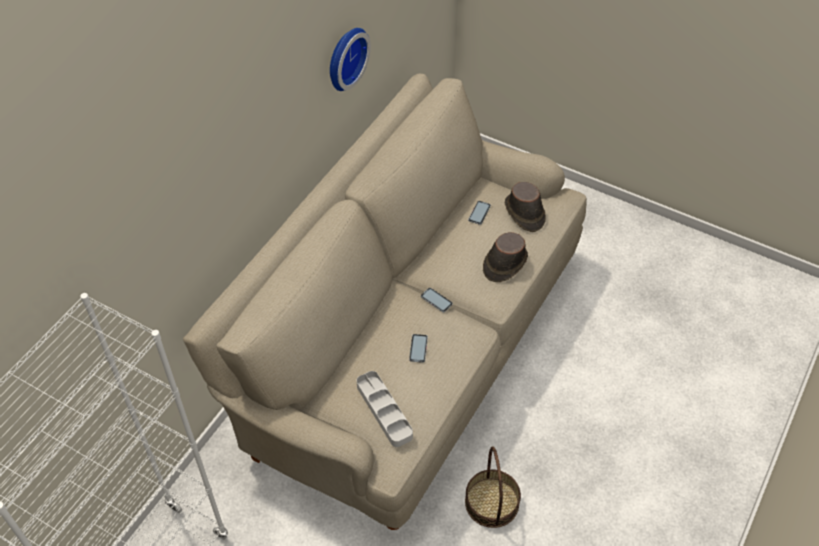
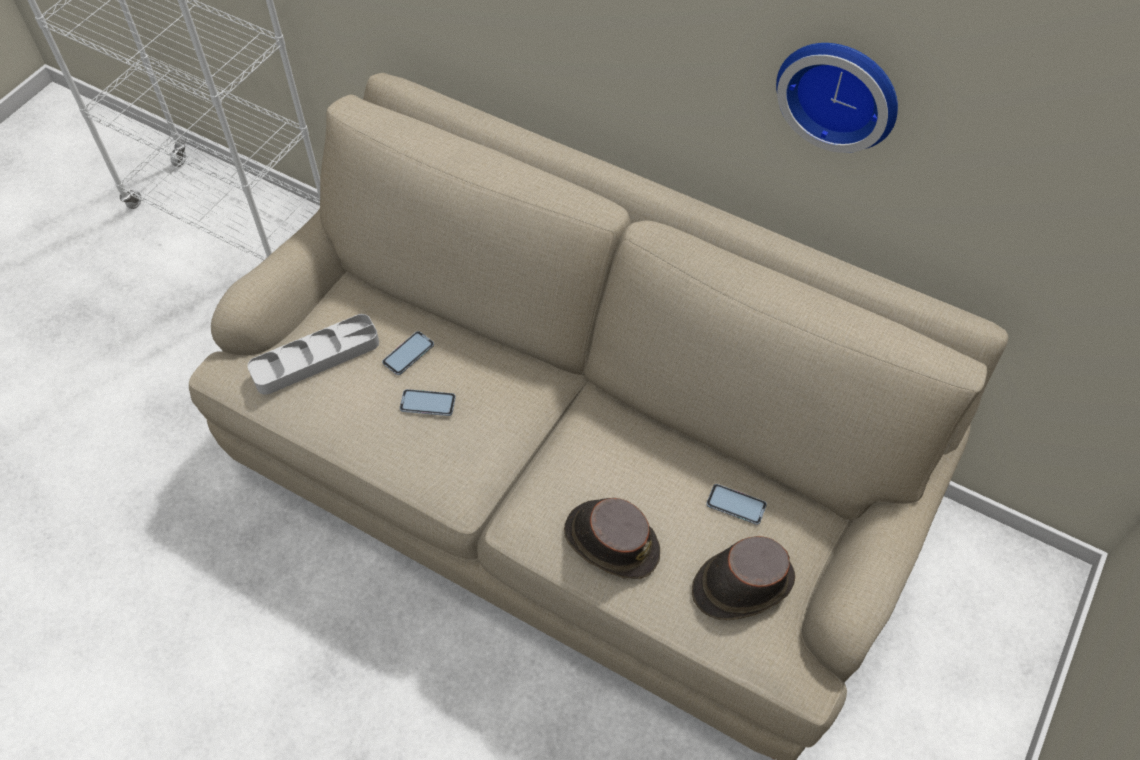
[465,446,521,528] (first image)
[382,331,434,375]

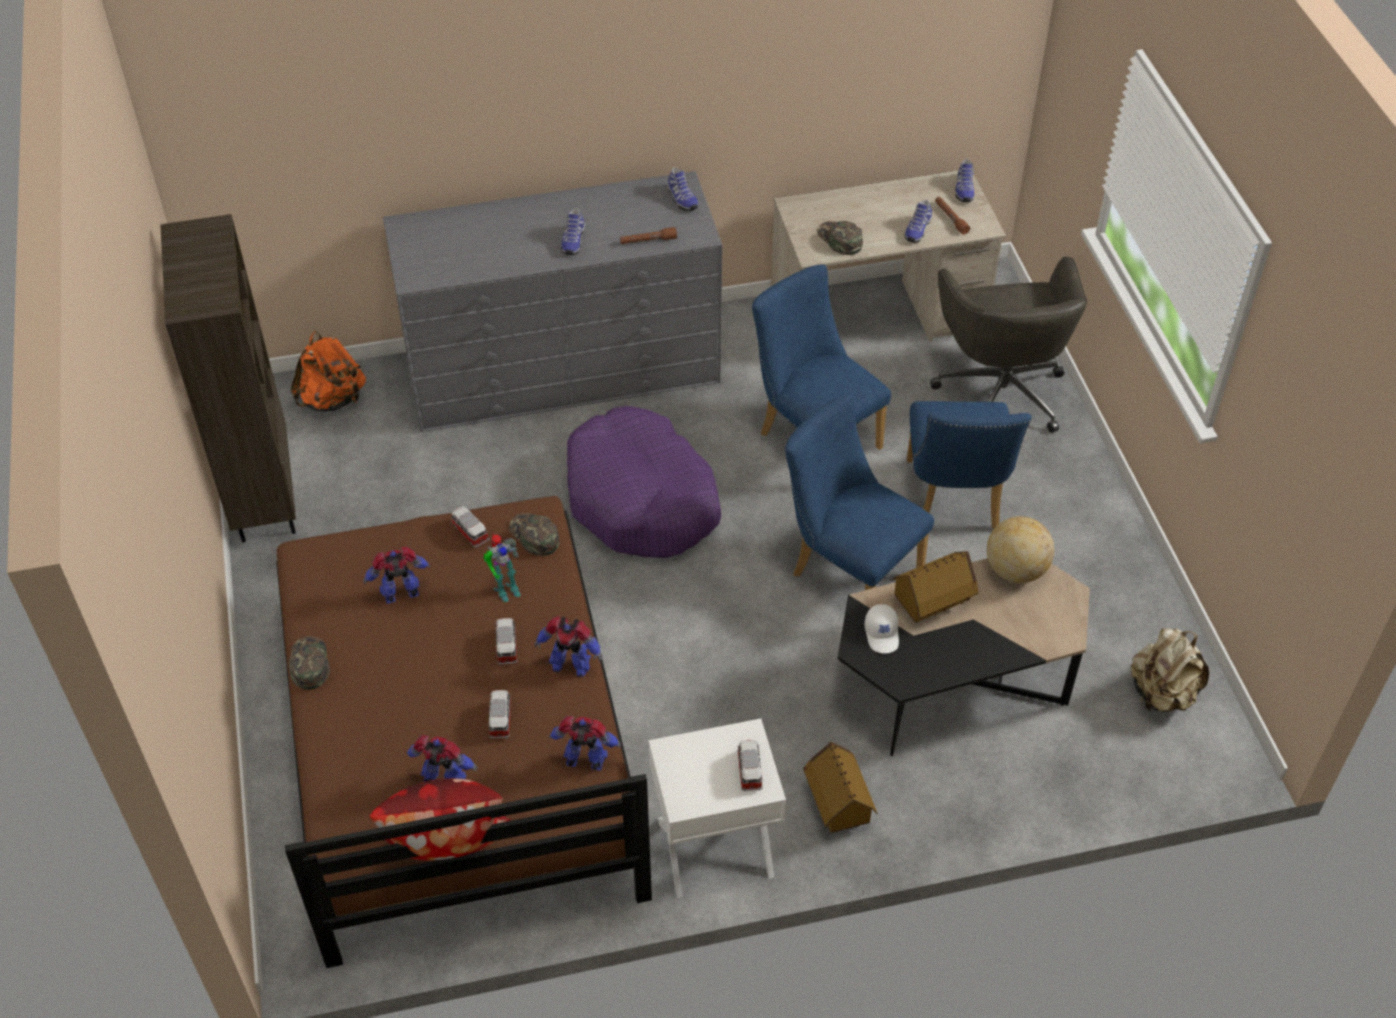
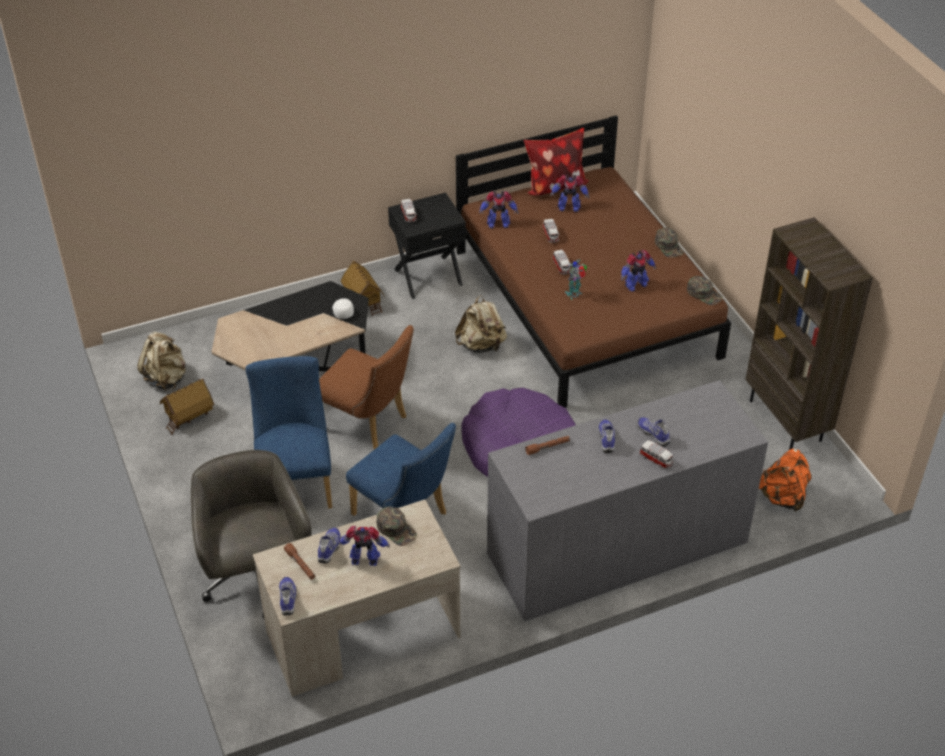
[987,516,1054,583] (first image)
[455,295,507,353]
[639,440,673,469]
[687,276,723,305]
[339,526,390,566]
[638,417,670,447]
[160,379,214,435]
[388,192,466,299]
[319,325,414,450]

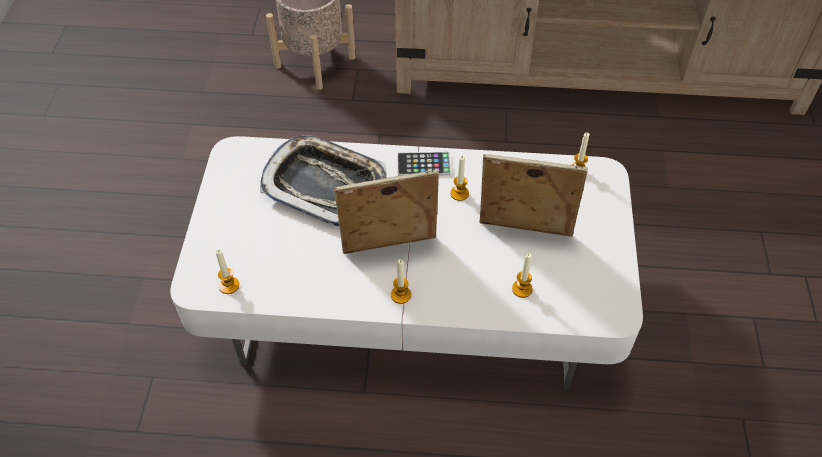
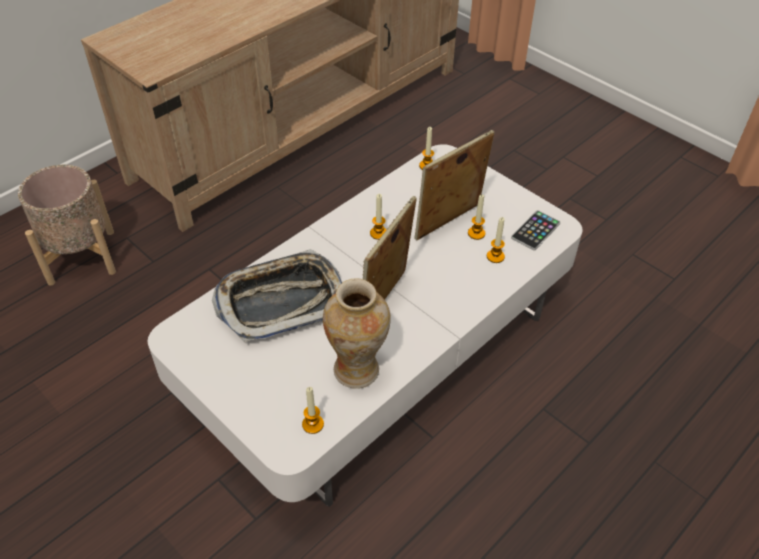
[323,278,391,389]
[468,195,485,240]
[511,210,561,251]

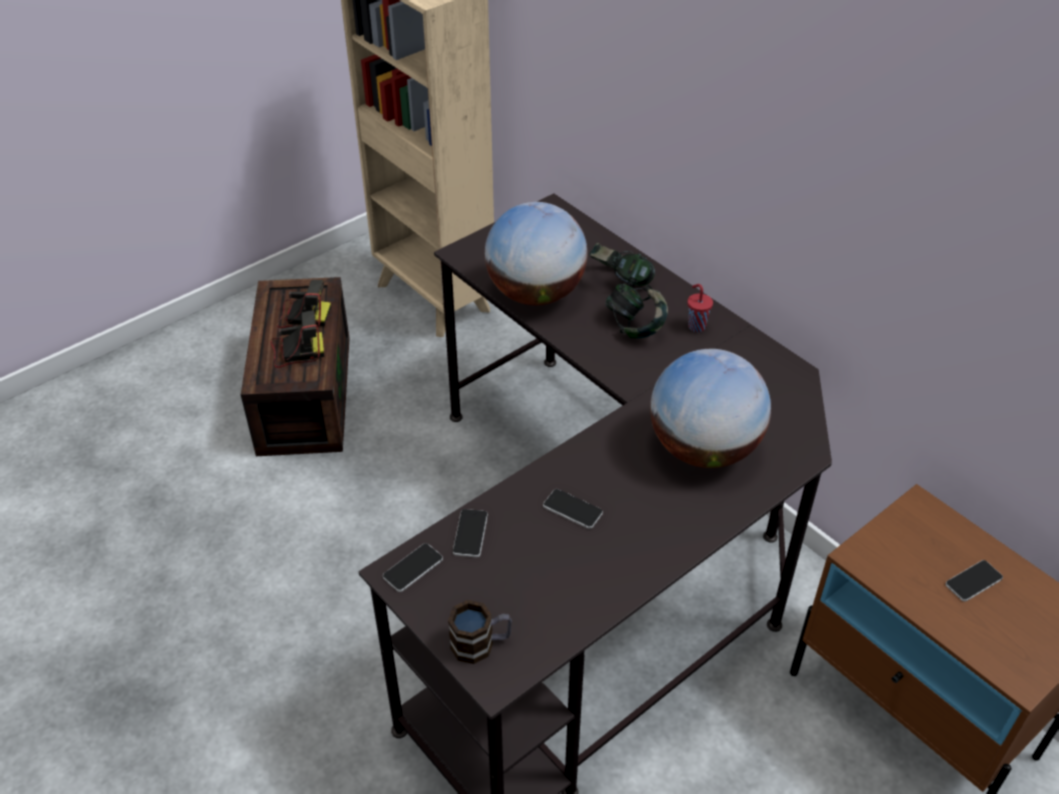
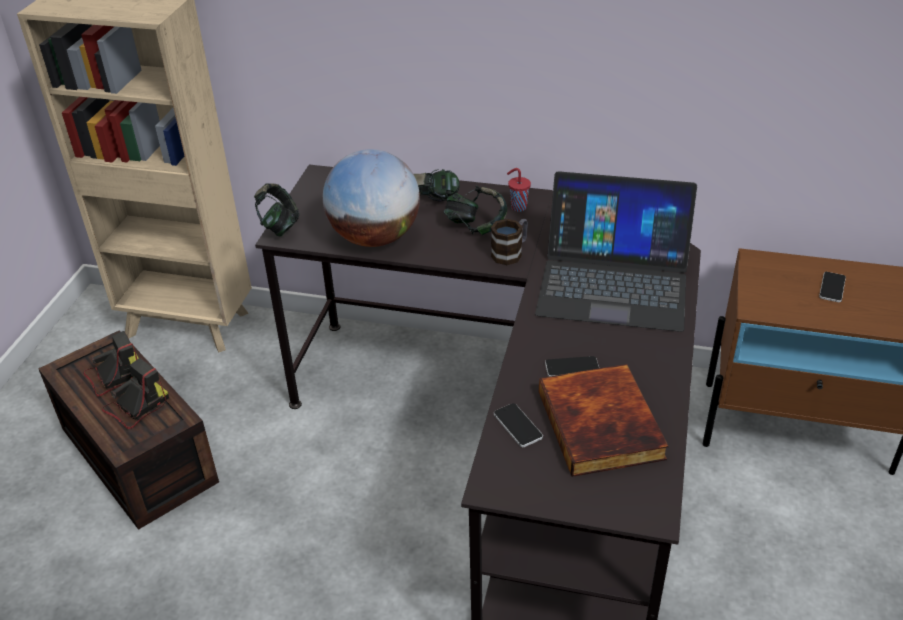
[383,543,443,592] (first image)
[254,183,299,236]
[539,364,669,477]
[491,219,528,265]
[535,171,697,332]

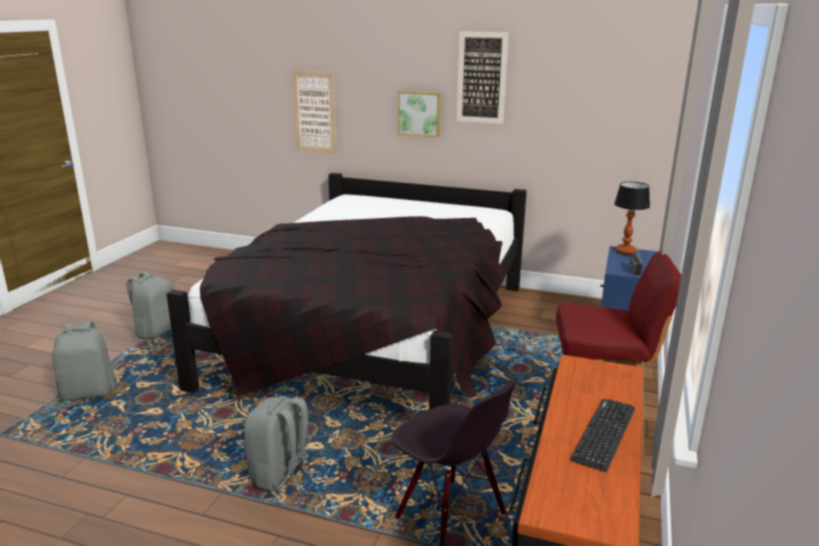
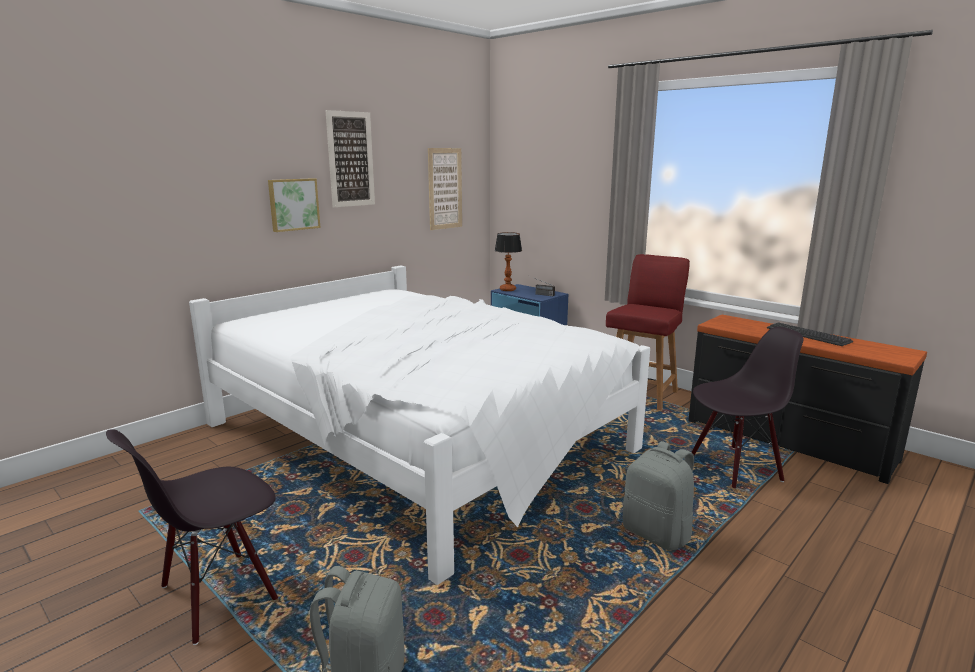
[428,148,462,230]
[106,429,278,645]
[189,265,650,585]

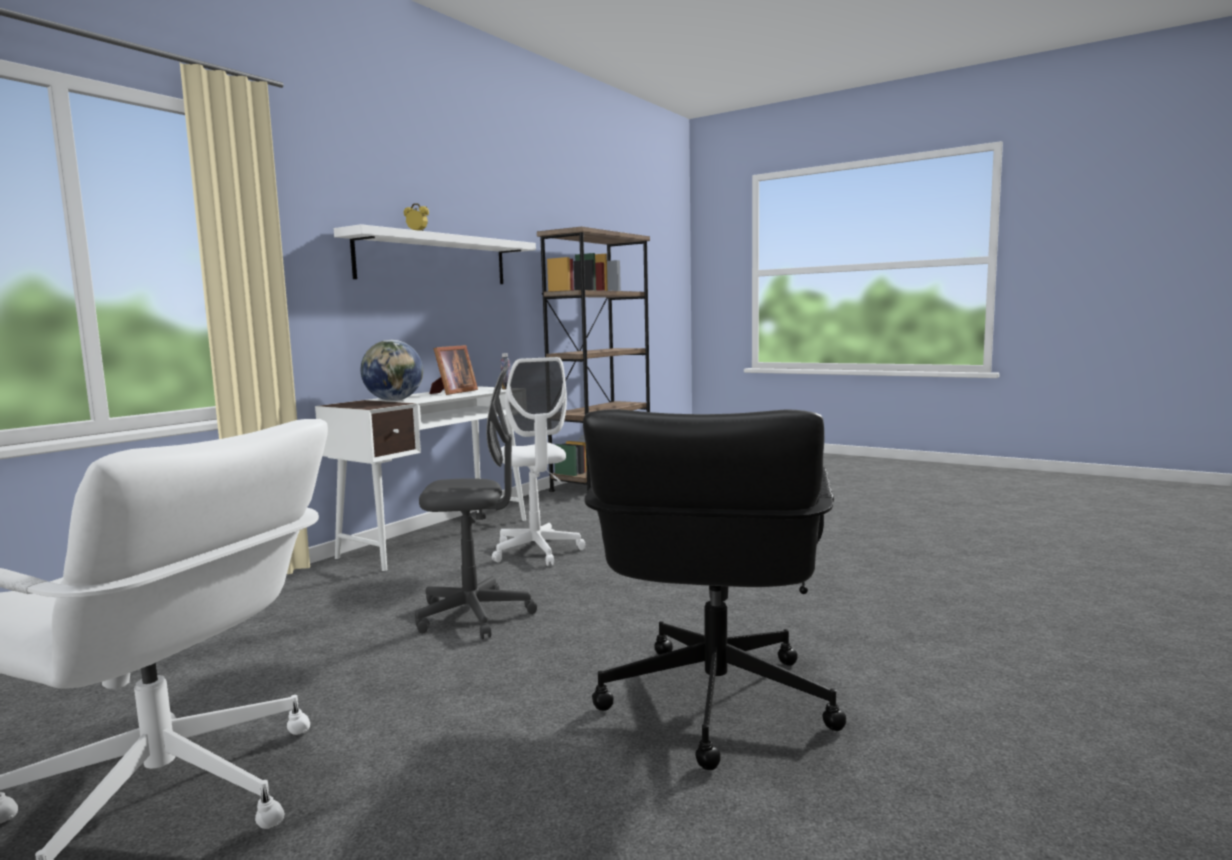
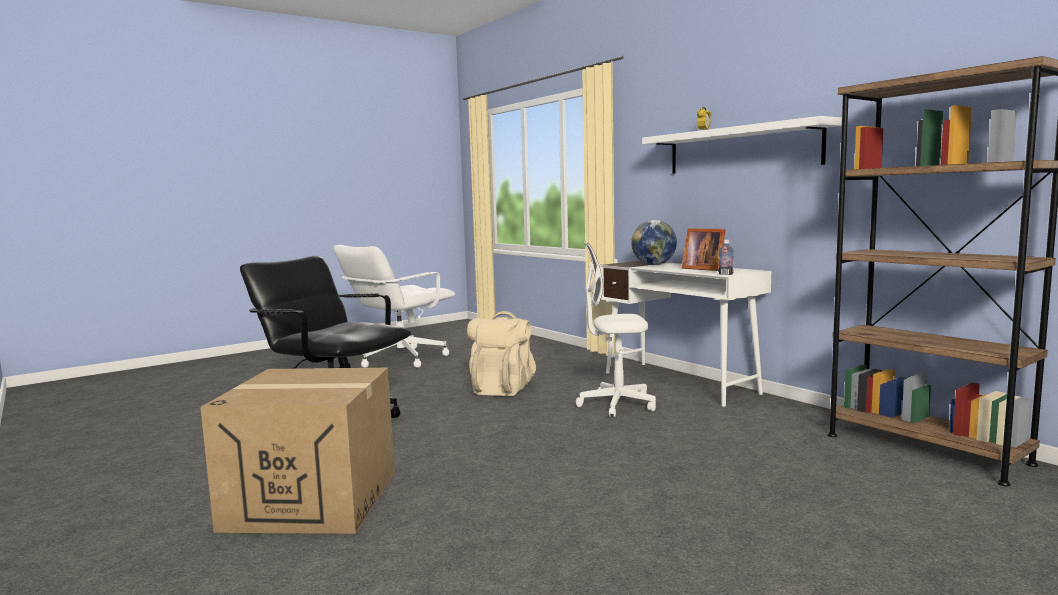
[200,368,395,534]
[467,311,536,396]

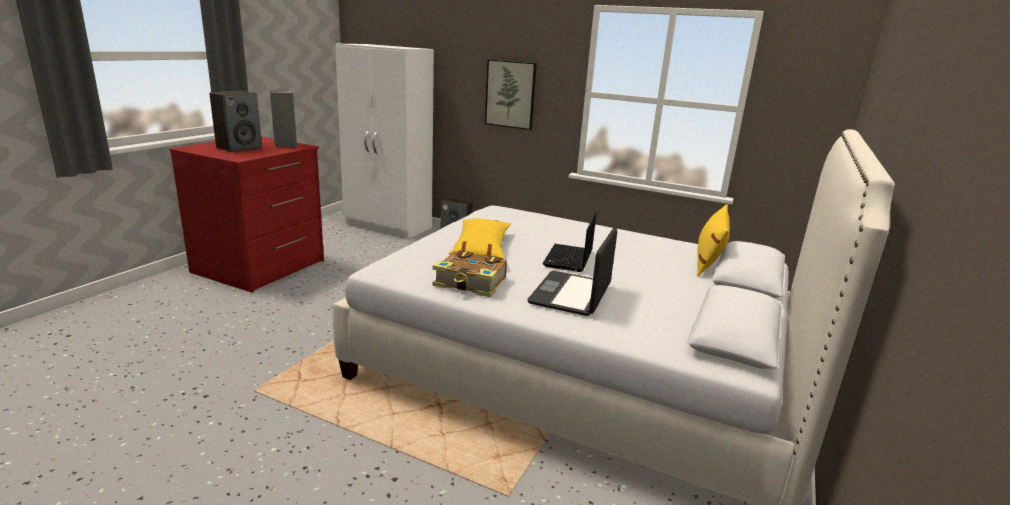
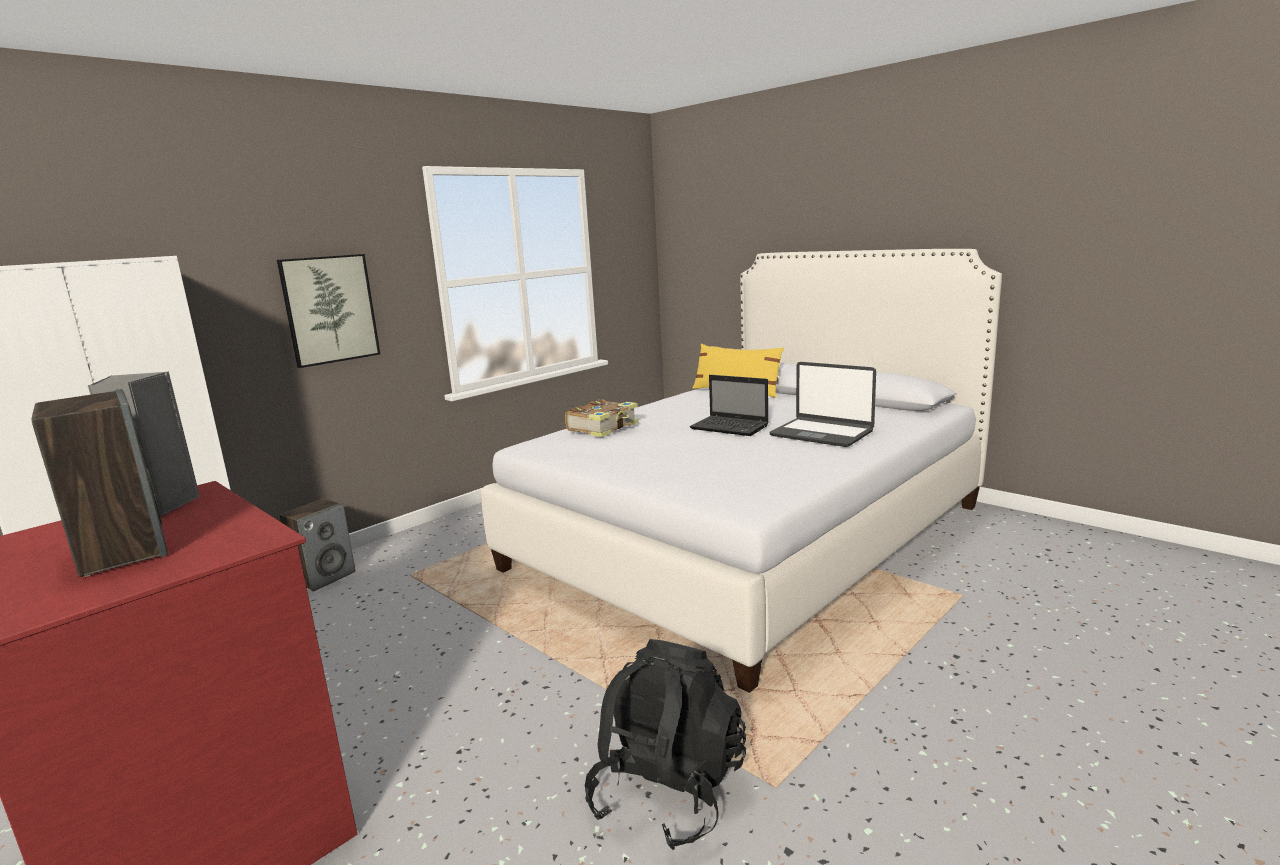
[449,218,511,259] (first image)
[585,639,746,850]
[565,399,639,437]

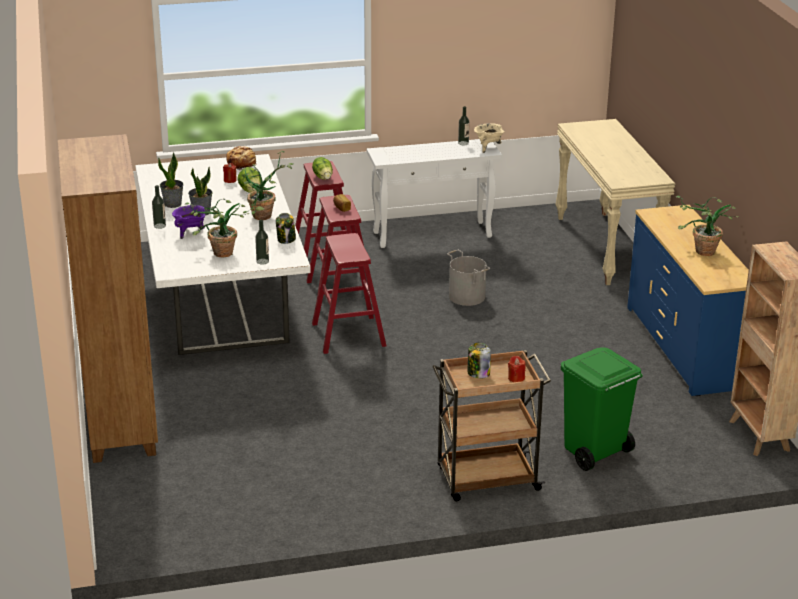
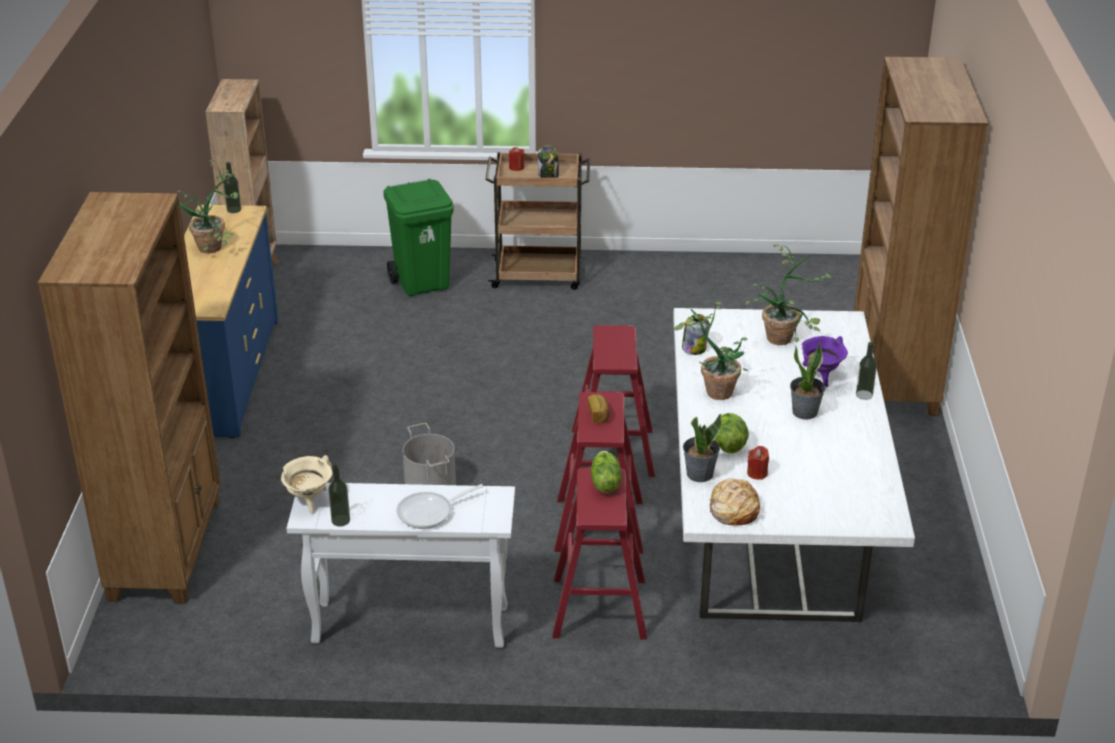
[396,484,483,529]
[683,414,722,482]
[223,162,241,213]
[38,192,221,604]

